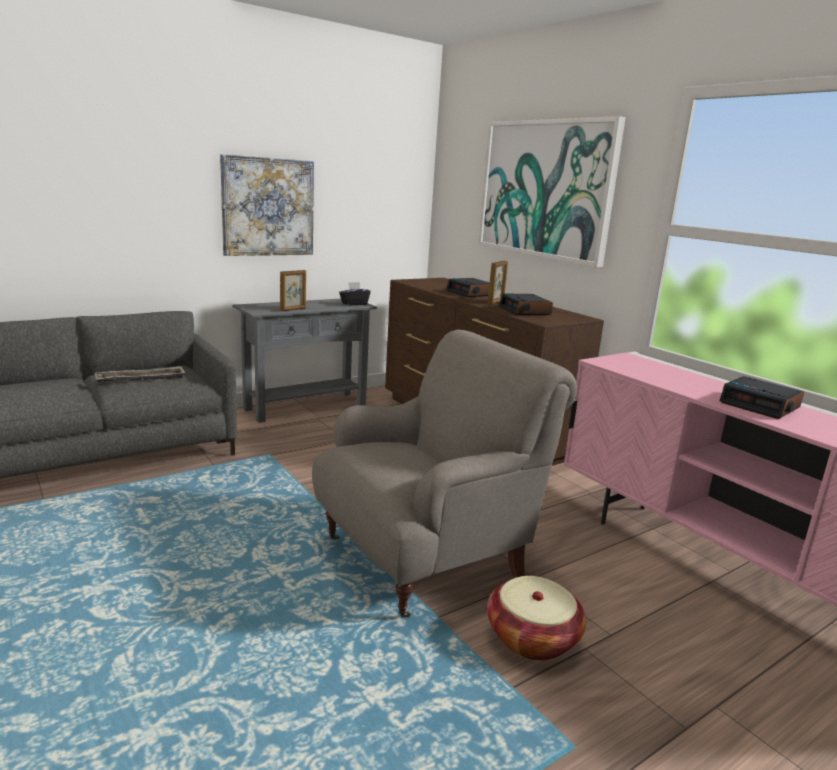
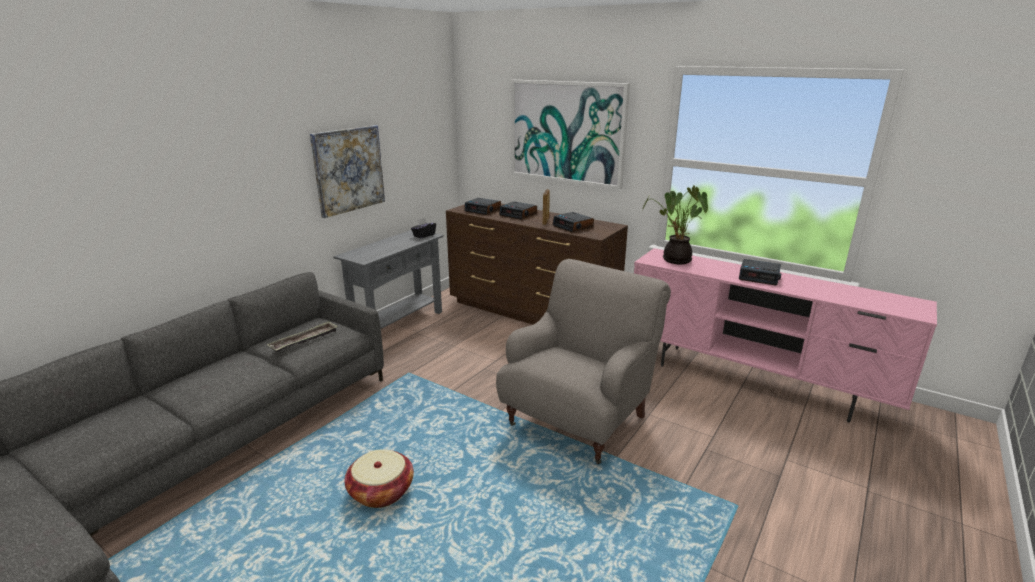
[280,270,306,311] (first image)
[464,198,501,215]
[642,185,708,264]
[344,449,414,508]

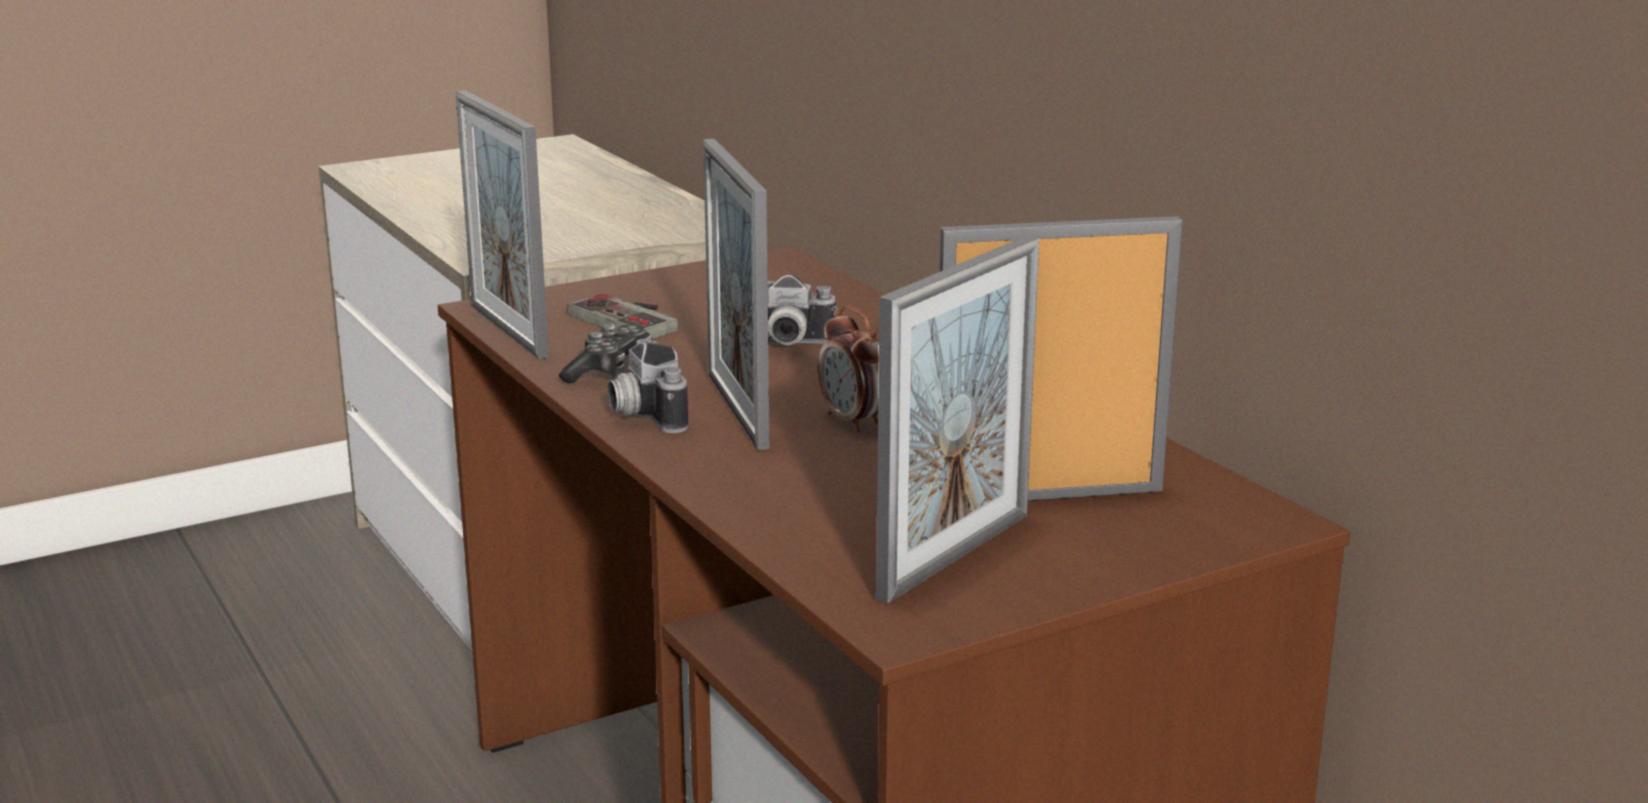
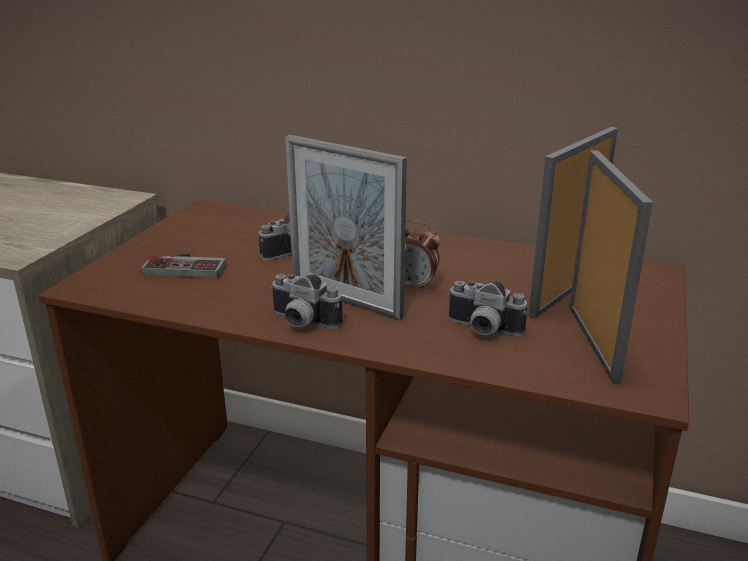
[456,90,549,360] (first image)
[559,324,652,383] (first image)
[447,280,528,336]

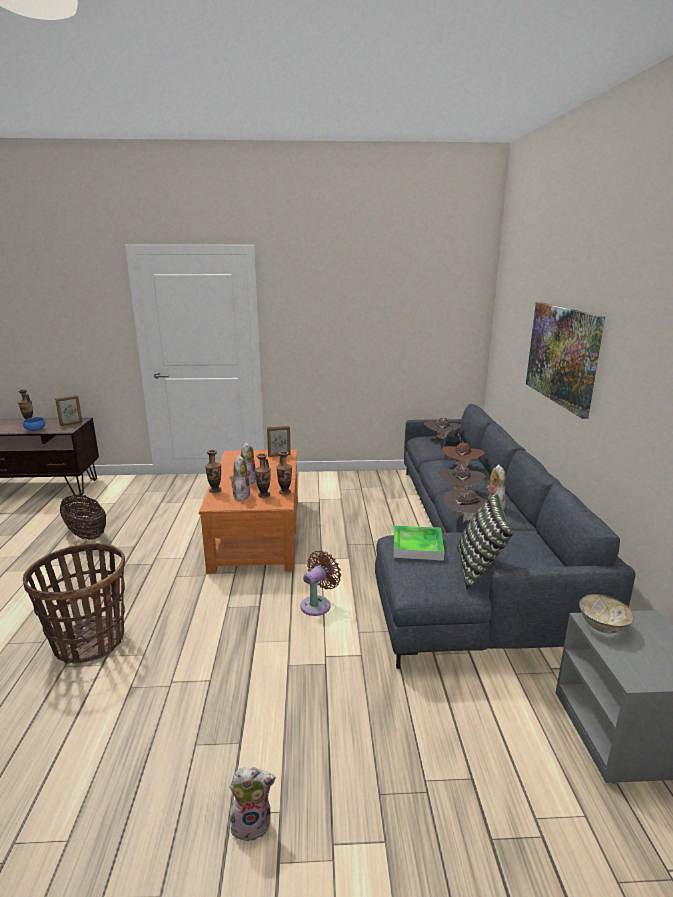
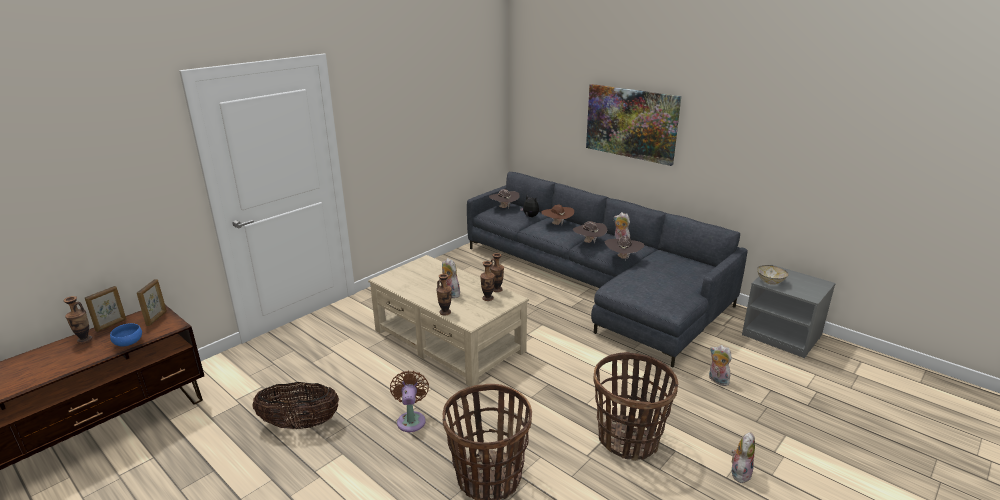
[394,525,444,561] (first image)
[457,494,514,590] (first image)
[593,352,678,461]
[709,345,732,386]
[85,286,126,332]
[390,370,429,432]
[368,255,529,387]

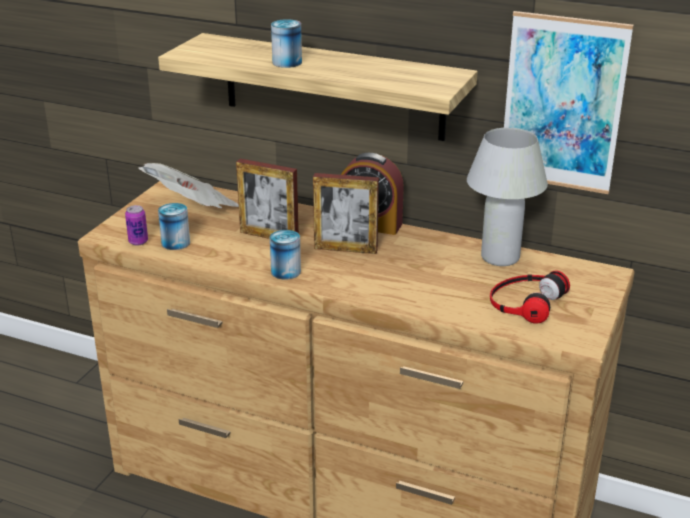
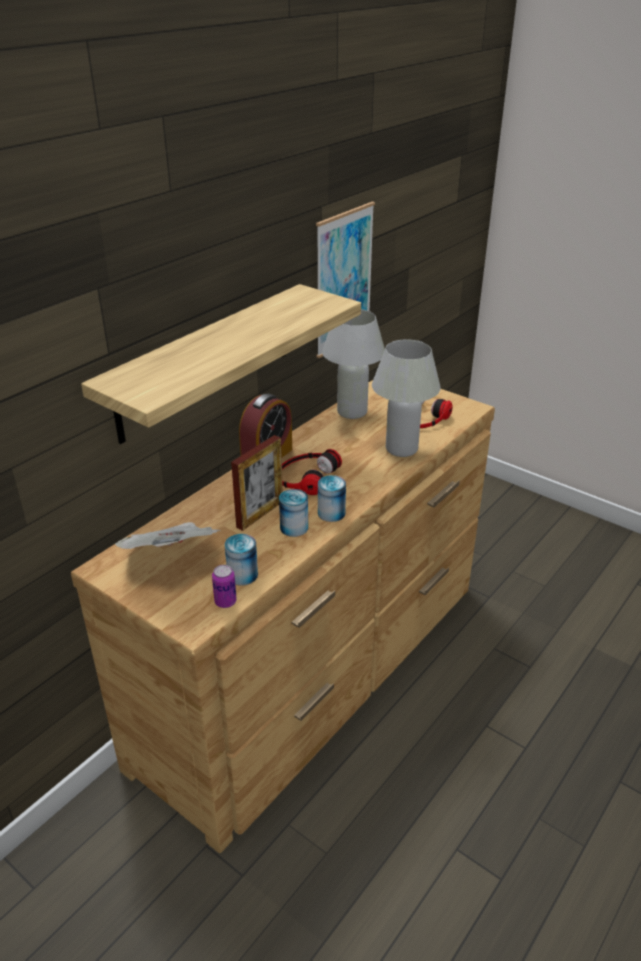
[372,339,441,457]
[279,489,308,537]
[282,449,342,495]

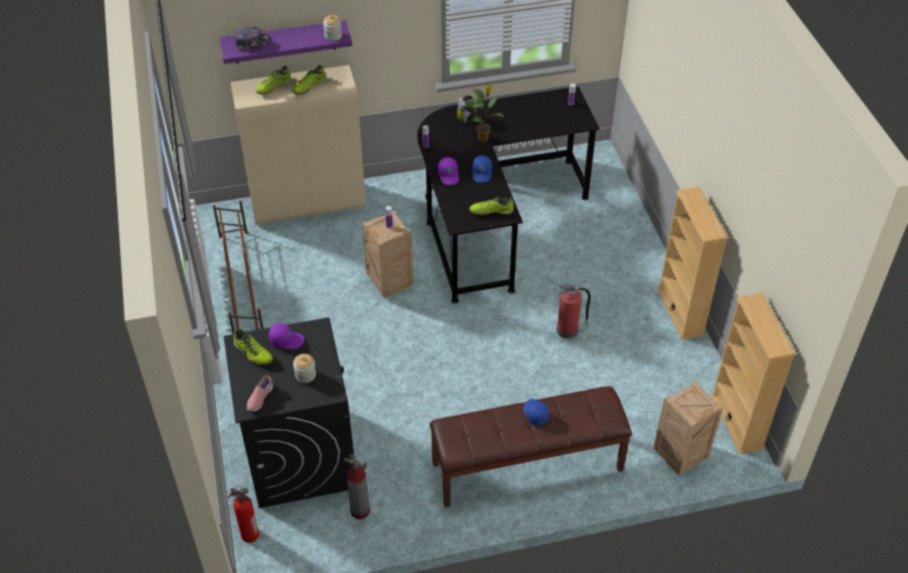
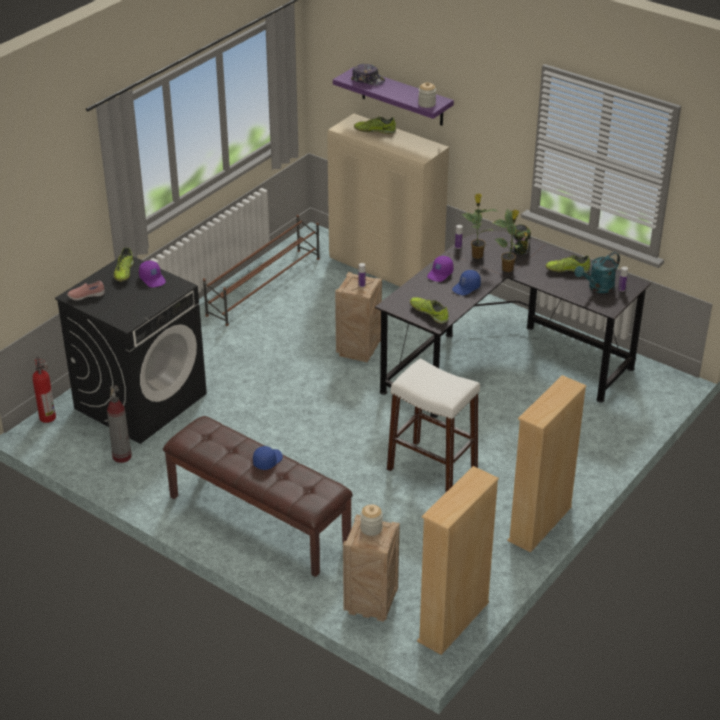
[462,194,498,259]
[574,252,620,293]
[546,255,590,273]
[360,505,383,536]
[387,359,480,493]

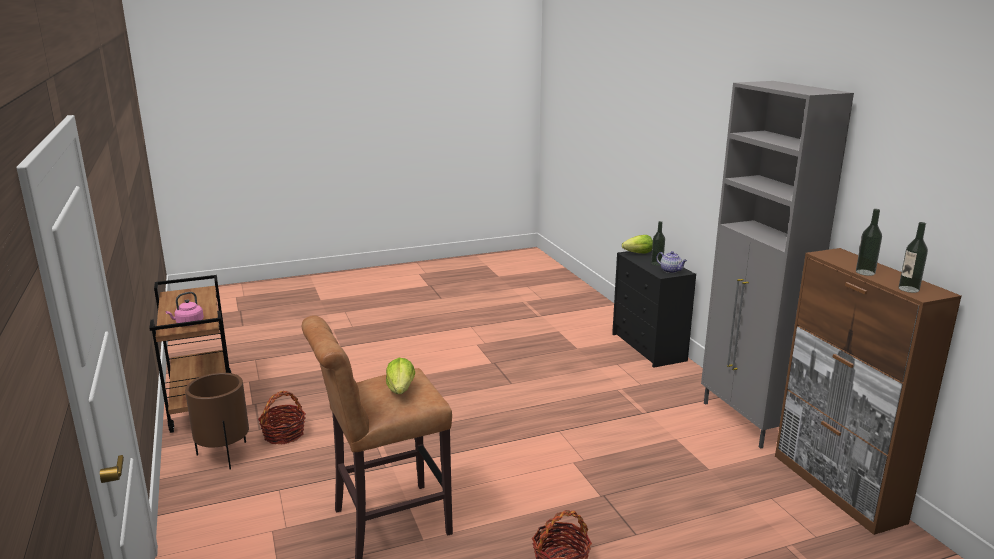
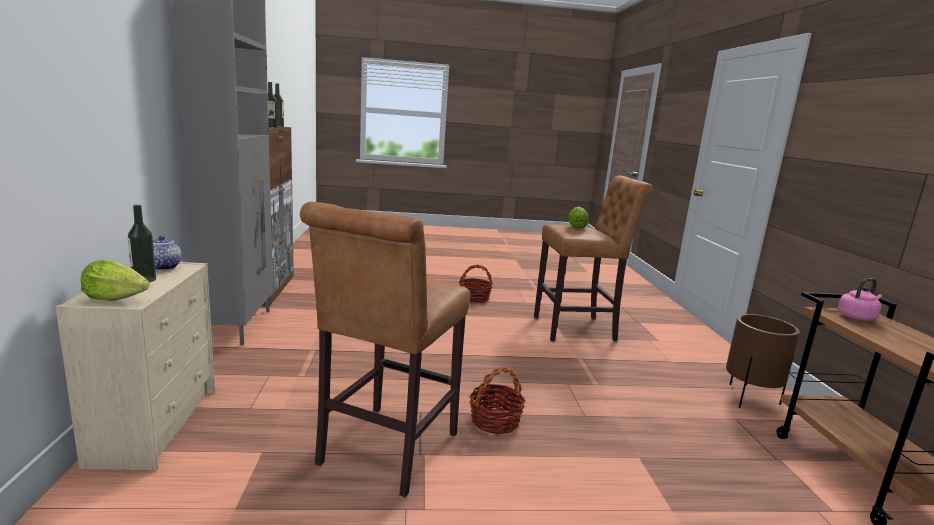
[300,202,470,497]
[469,367,526,434]
[55,262,215,470]

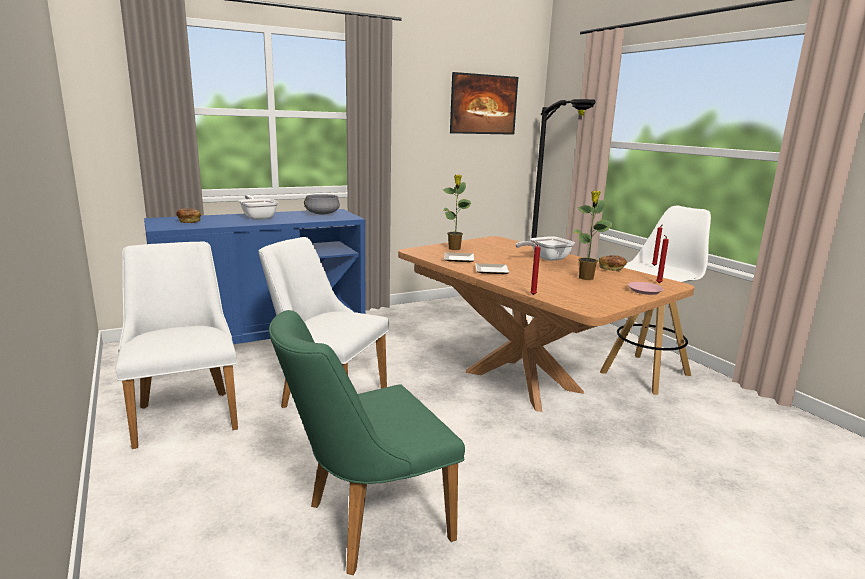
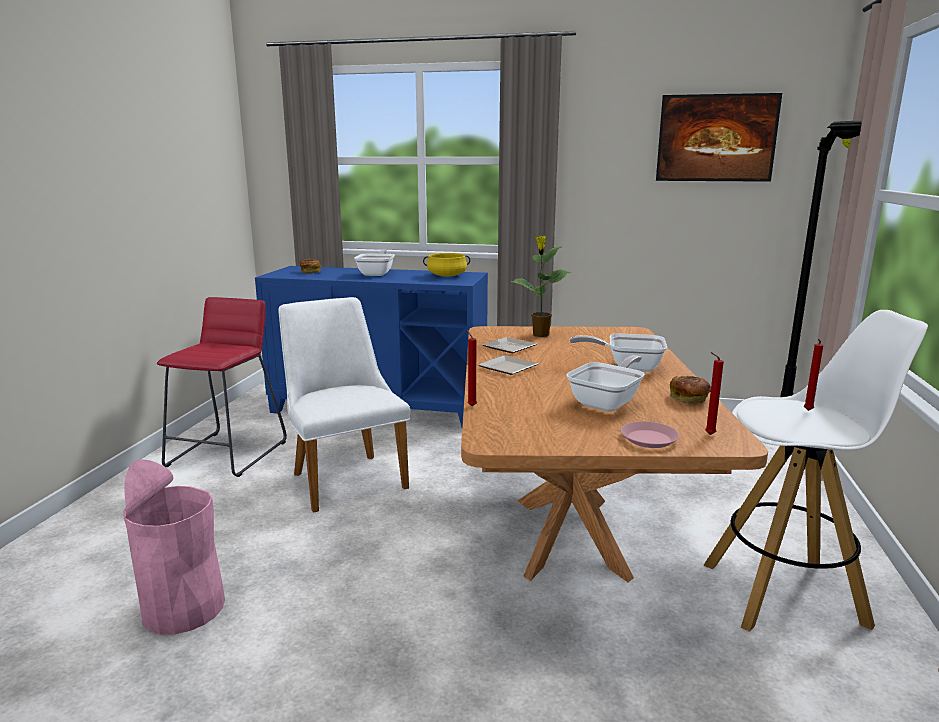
[157,297,287,477]
[123,459,225,634]
[566,355,645,412]
[423,253,470,277]

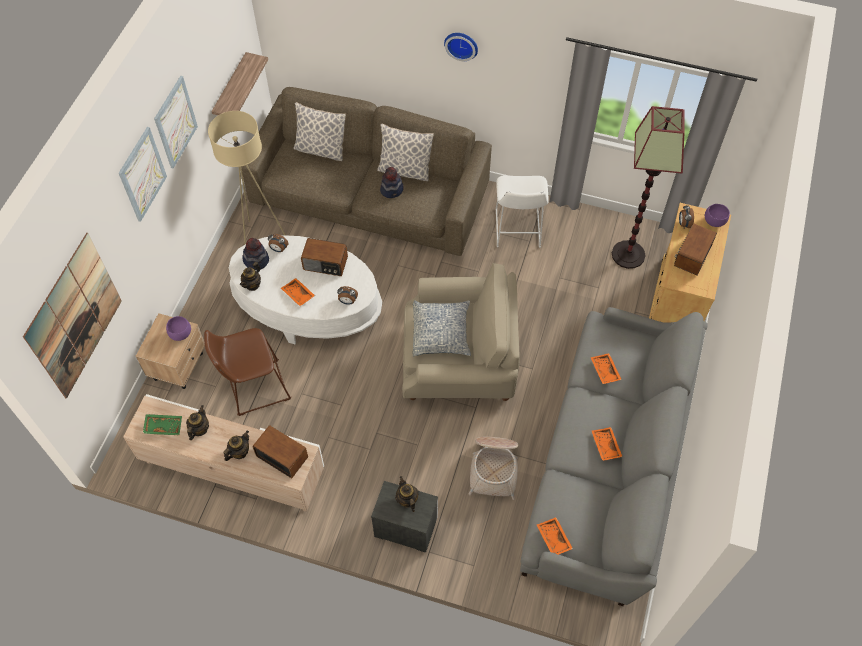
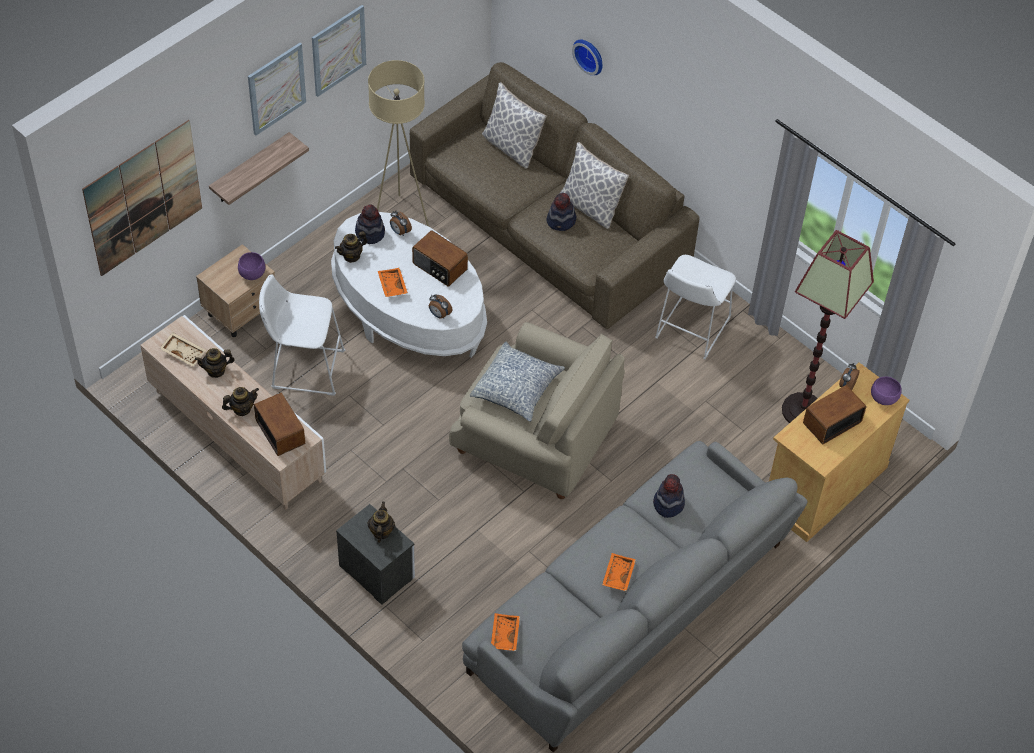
[469,437,518,500] (first image)
[209,132,309,205]
[572,39,602,75]
[653,474,685,518]
[159,332,206,367]
[259,274,345,396]
[195,348,235,378]

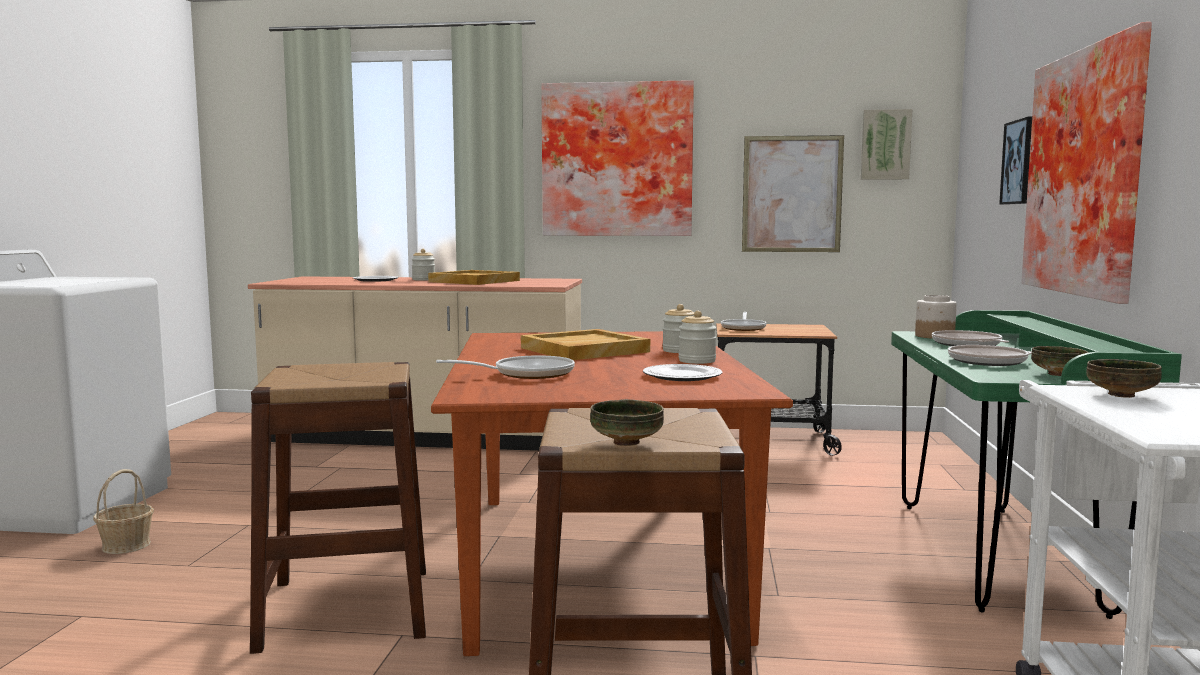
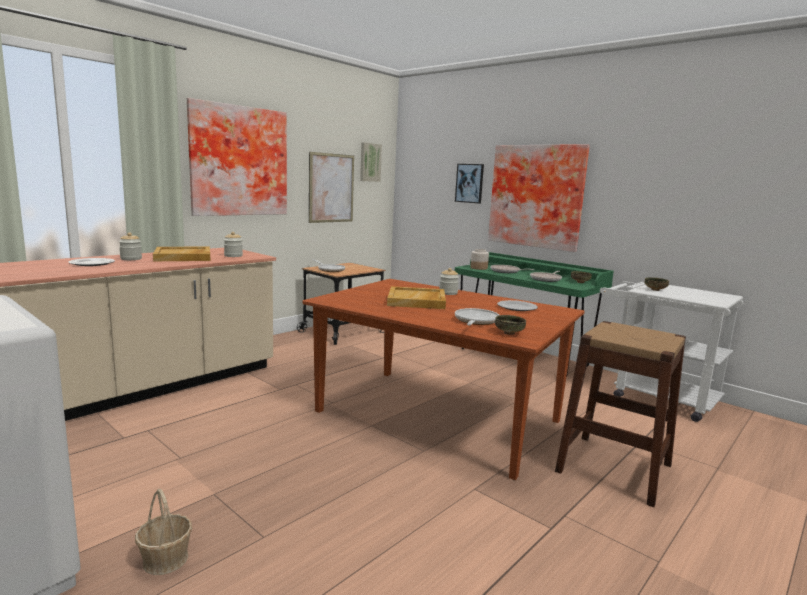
[250,362,426,654] (first image)
[495,315,526,335]
[224,232,243,257]

